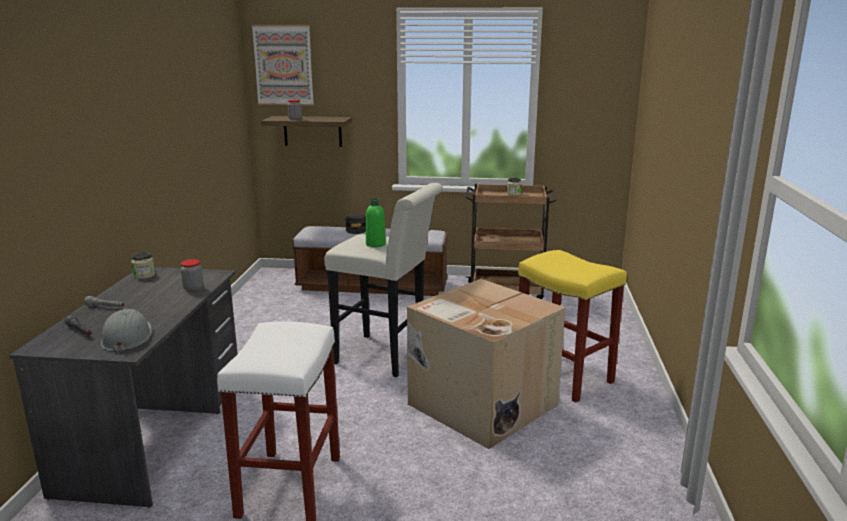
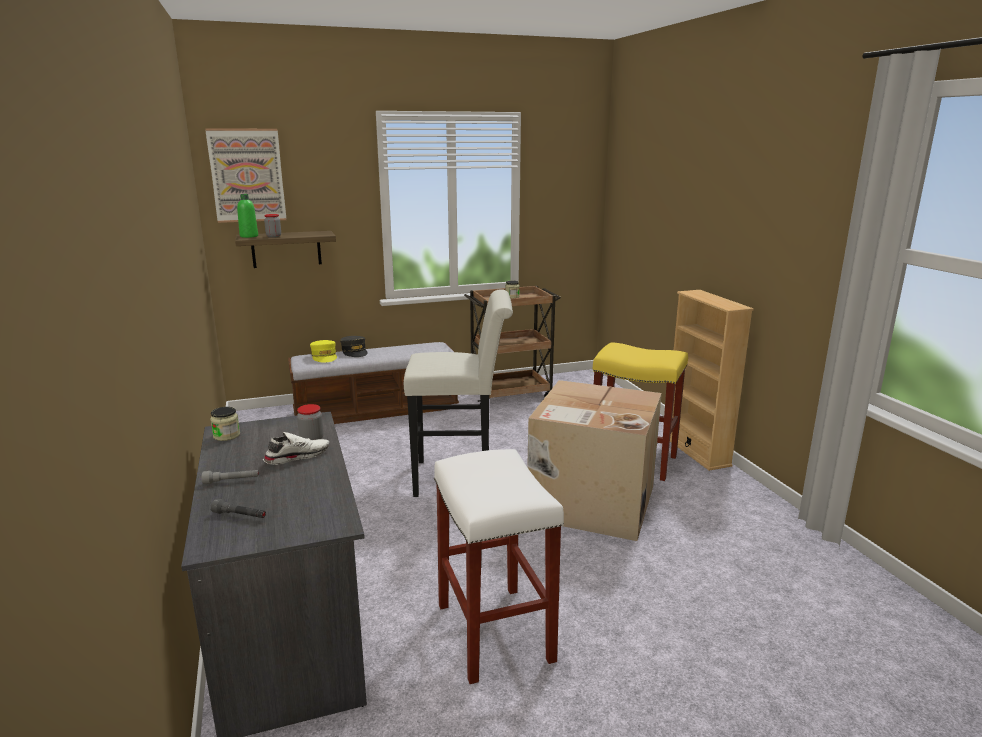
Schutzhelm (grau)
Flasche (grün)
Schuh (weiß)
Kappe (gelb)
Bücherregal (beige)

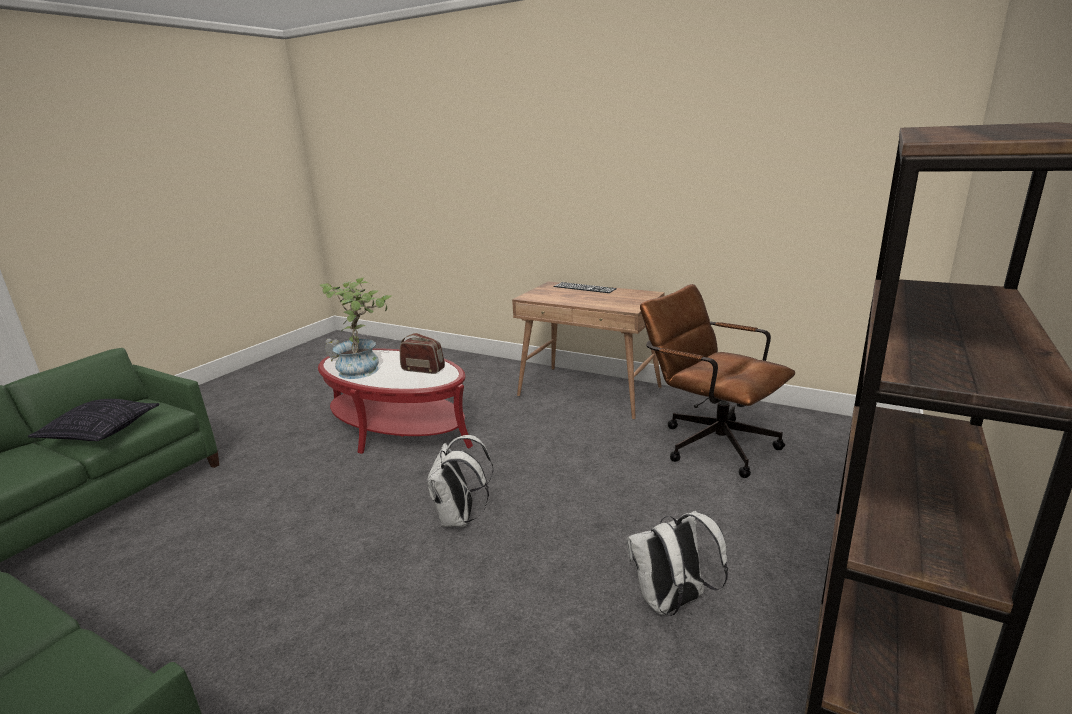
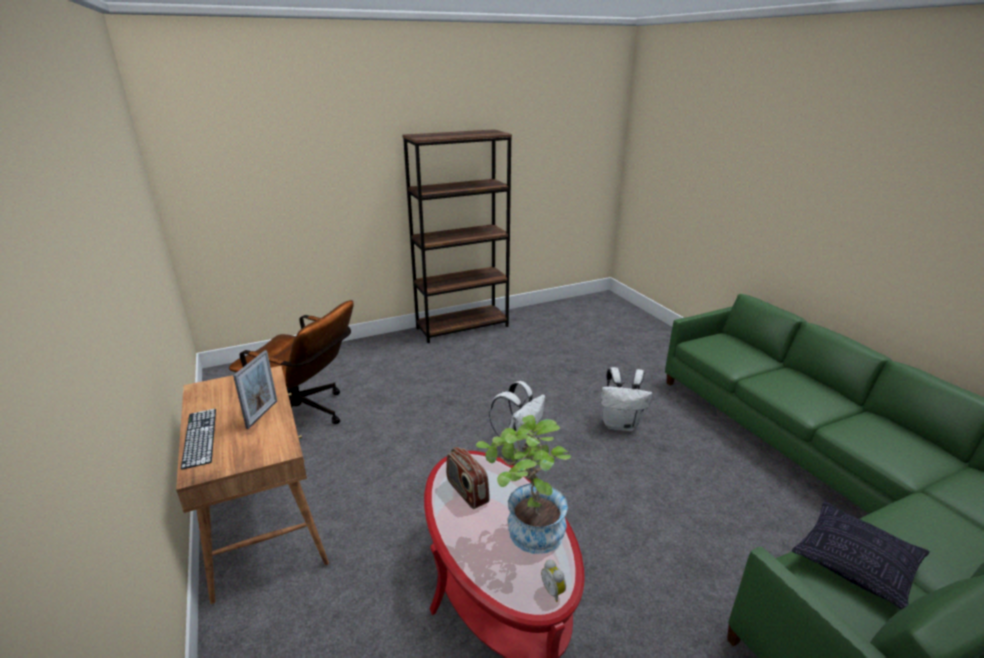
Rucksack (weiß) (no. 2 from left)
Bürostuhl (braun)
Bilderrahmen

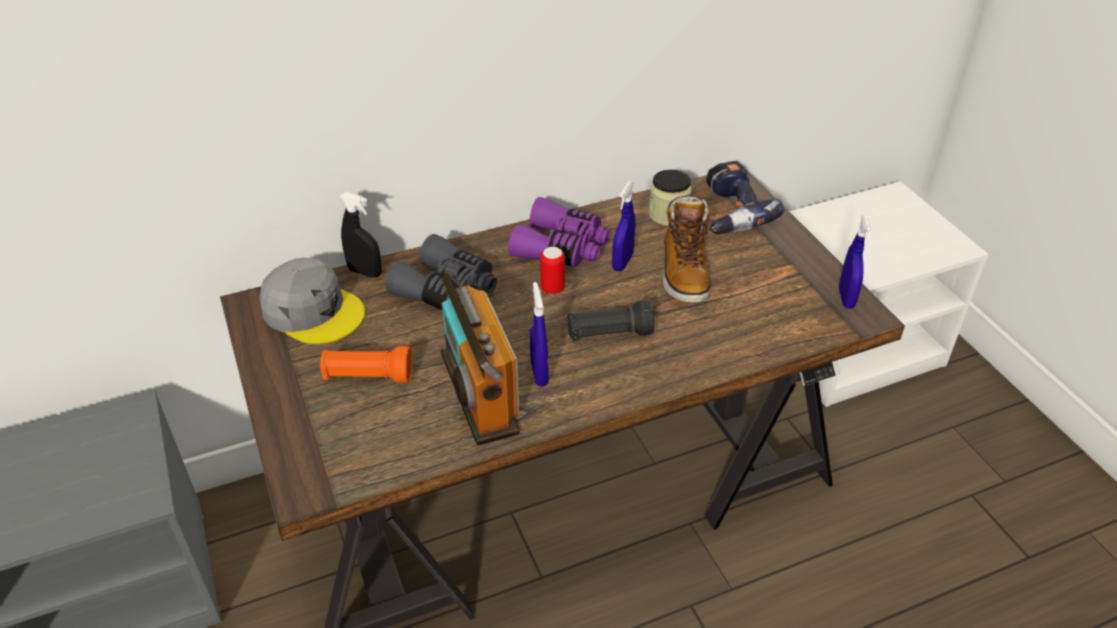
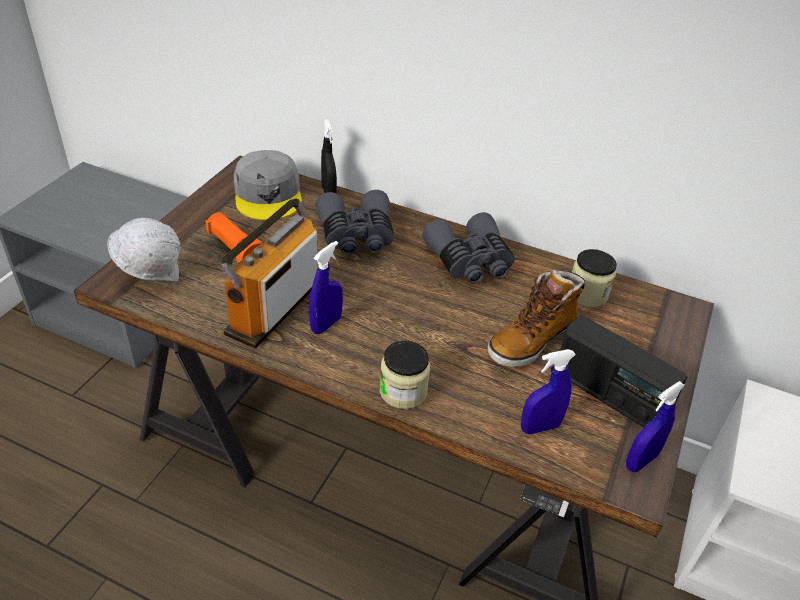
Fernglas (grau) (no. 2 from left)
Dose
Taschenlampe (schwarz)
Sprühflasche (blau) (no. 2 from left)
Bohrmaschine
Schutzhelm (weiß)
Vorratsglas (no. 1 from left)
Radio (no. 2 from left)

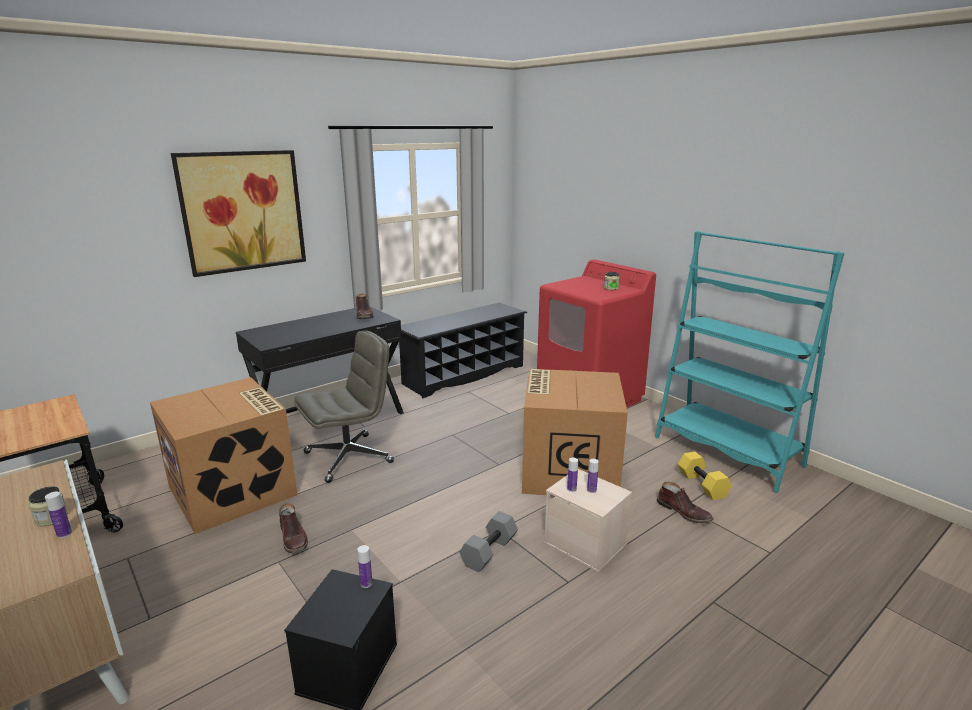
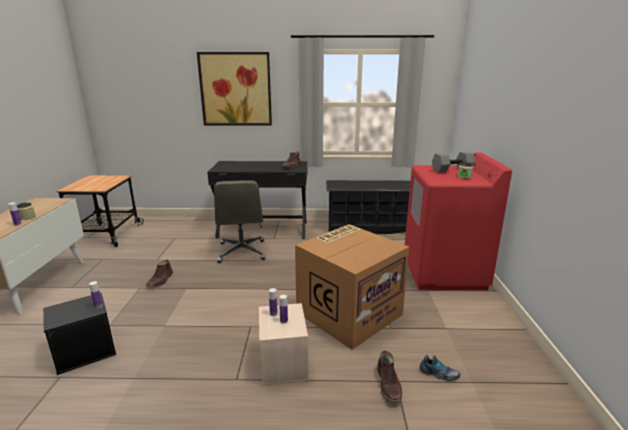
Karton (no. 1 from left in the first image)
Bürostuhl (grau)
Hantel (grau)
Bücherregal (türkis)
Schuh

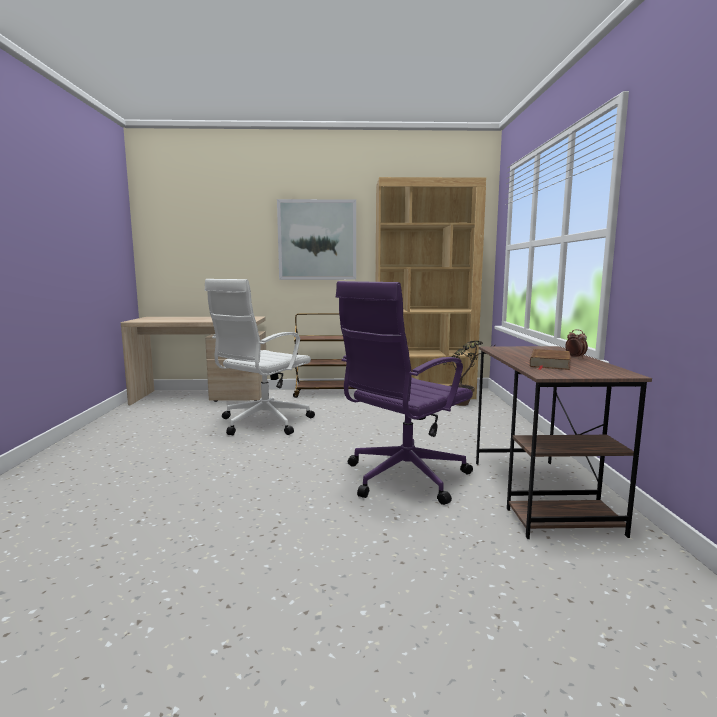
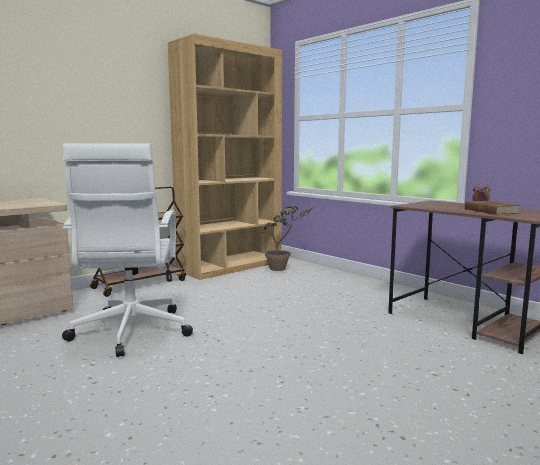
Bild
Bürostuhl (lila)

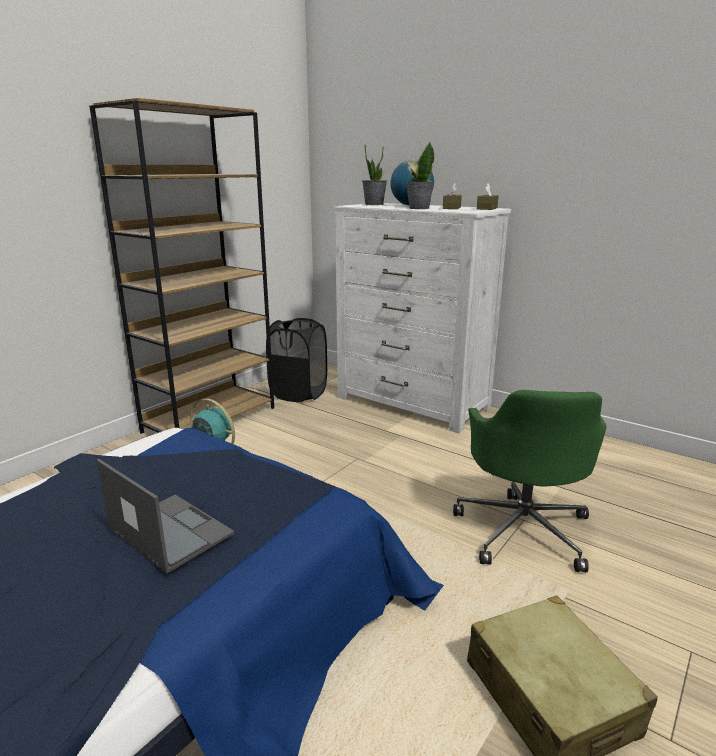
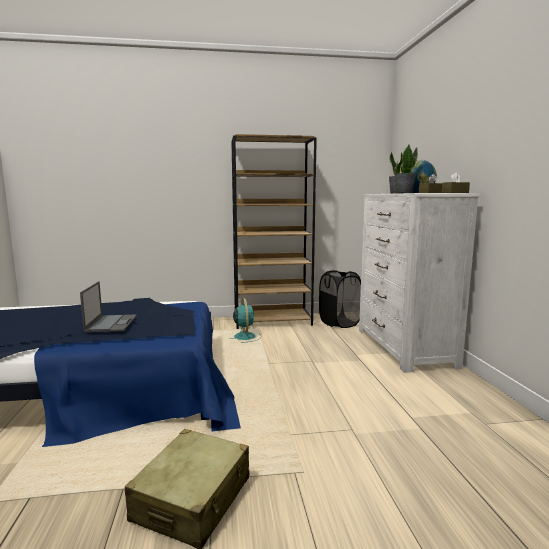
Bürostuhl (grün)

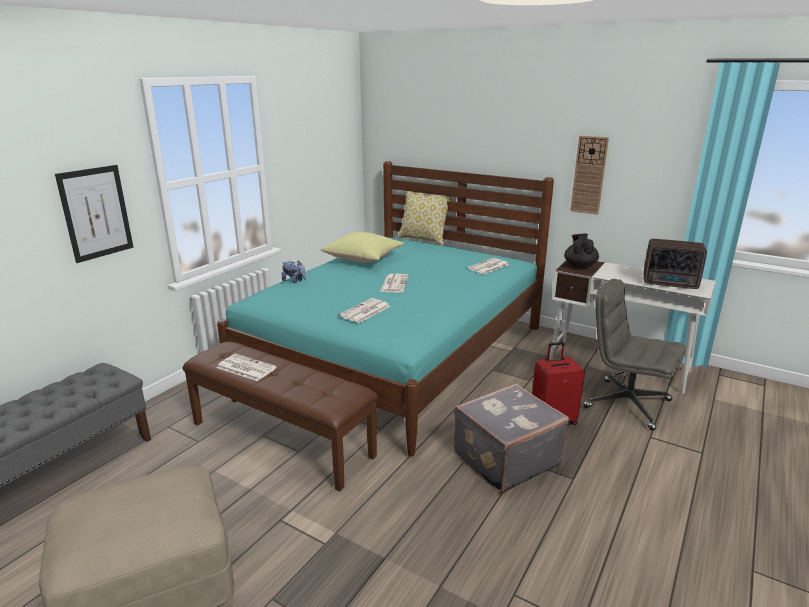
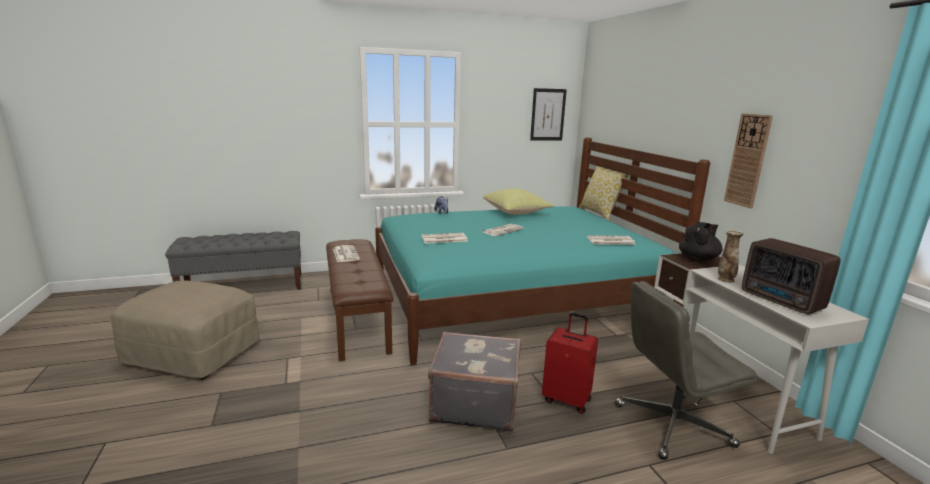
Bild
Bürostuhl (grau)
Vase

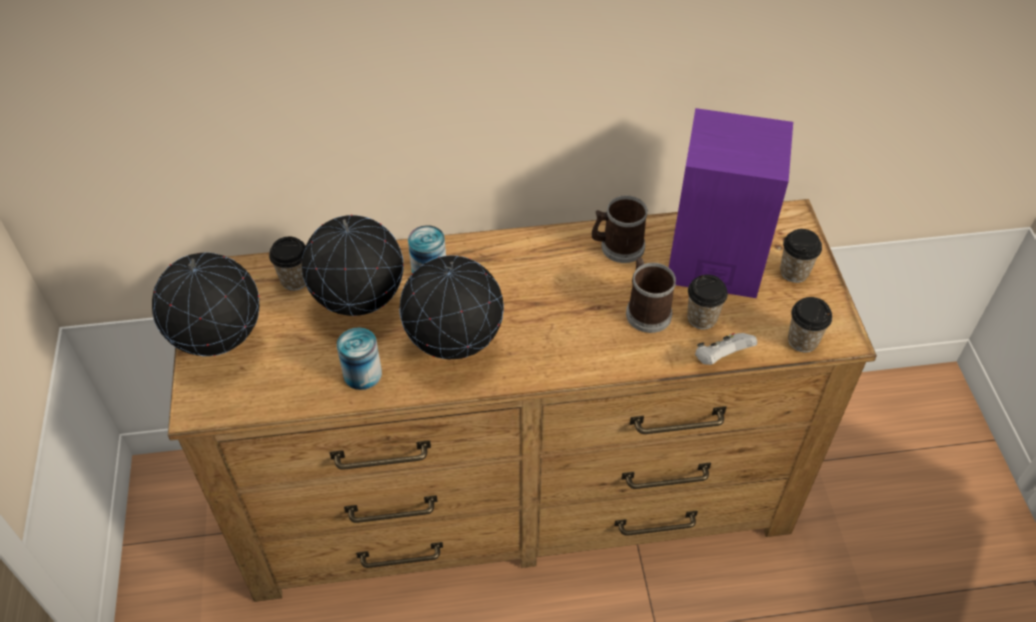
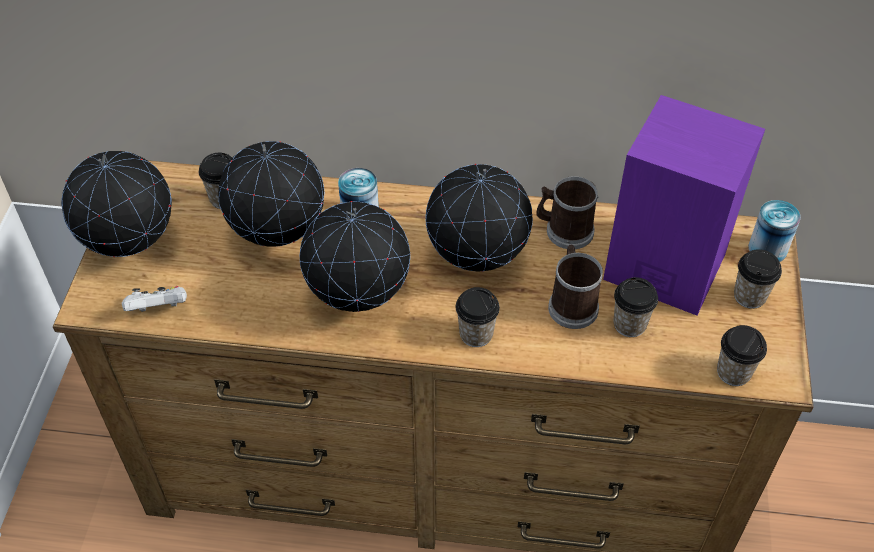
Dose (no. 2 from left)
Gamepad (weiß)
Globus (no. 4 from left)
Tasse (no. 2 from left)

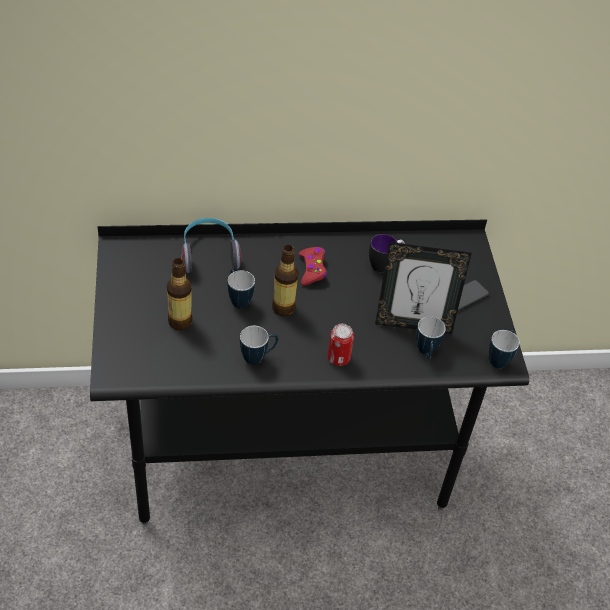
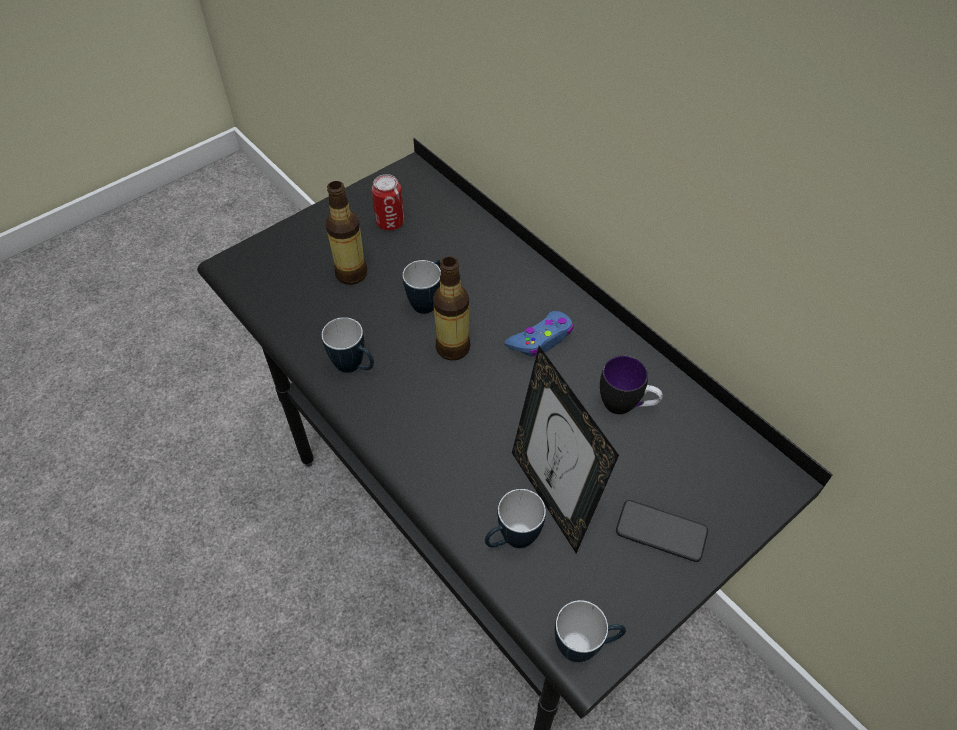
Kopfhörer
Gamepad (blau)
Dose

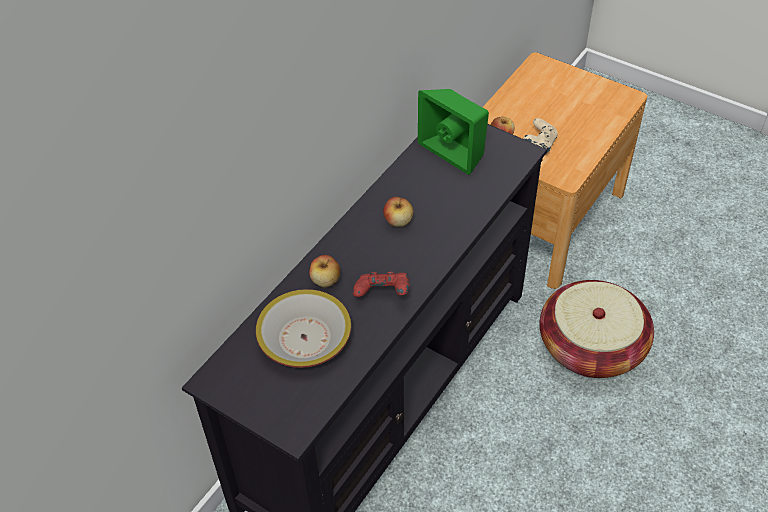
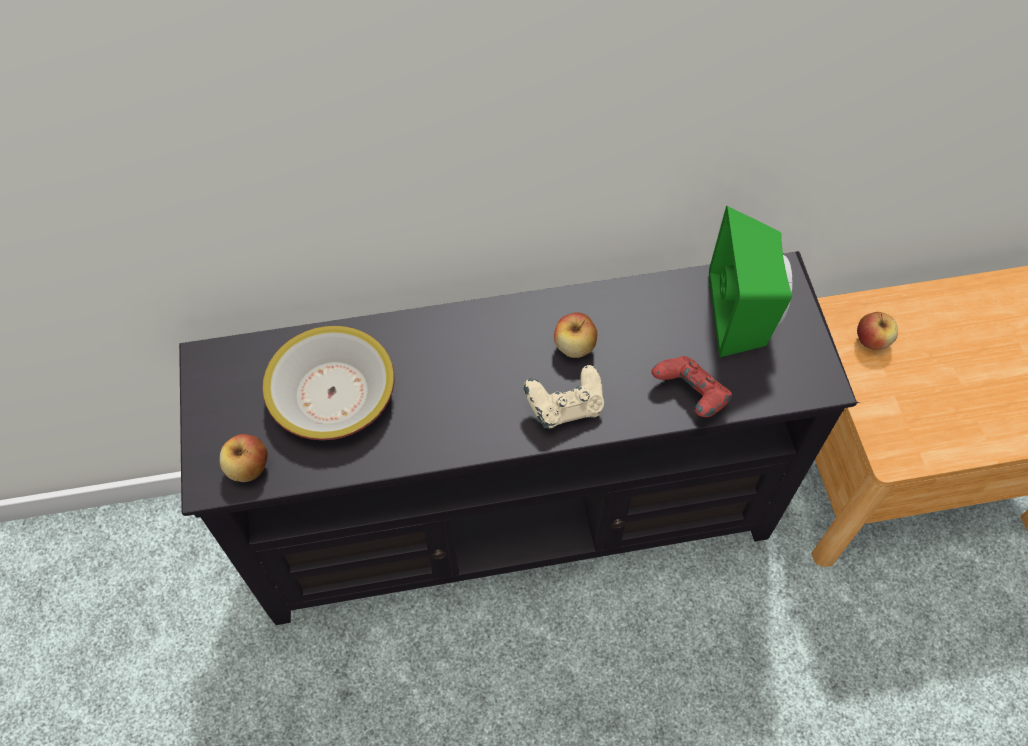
Apfel (no. 1 from left)
Gamepad (rot)
Gamepad (beige)
Korb

